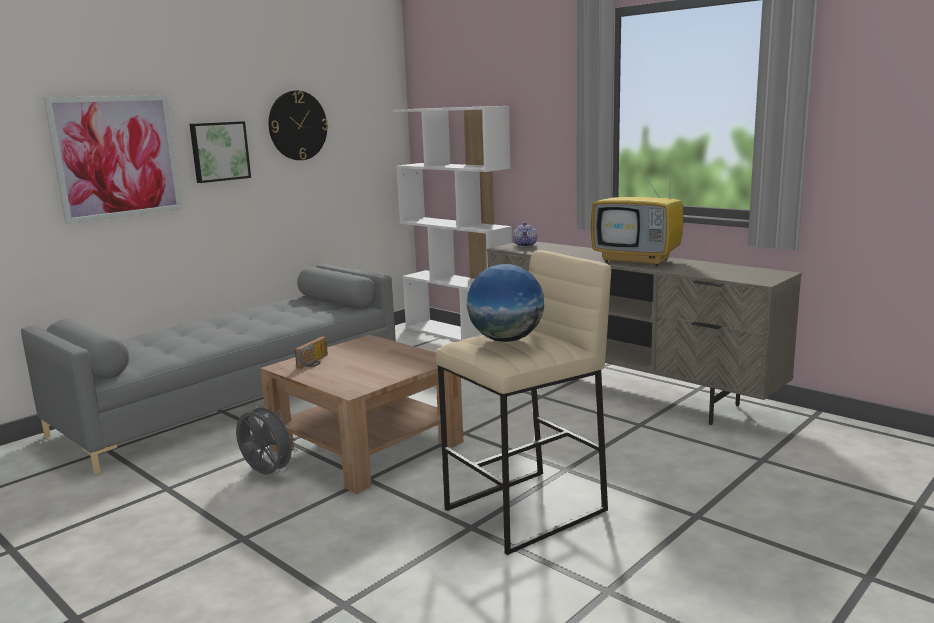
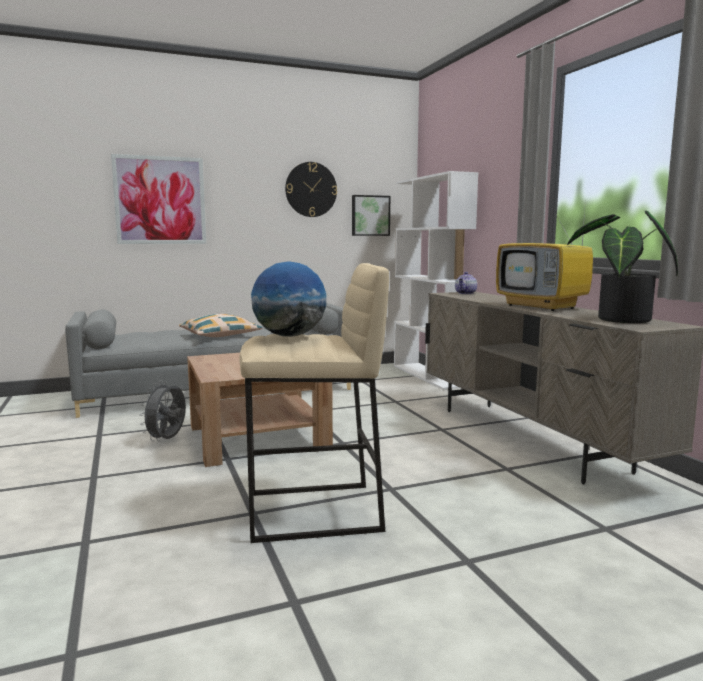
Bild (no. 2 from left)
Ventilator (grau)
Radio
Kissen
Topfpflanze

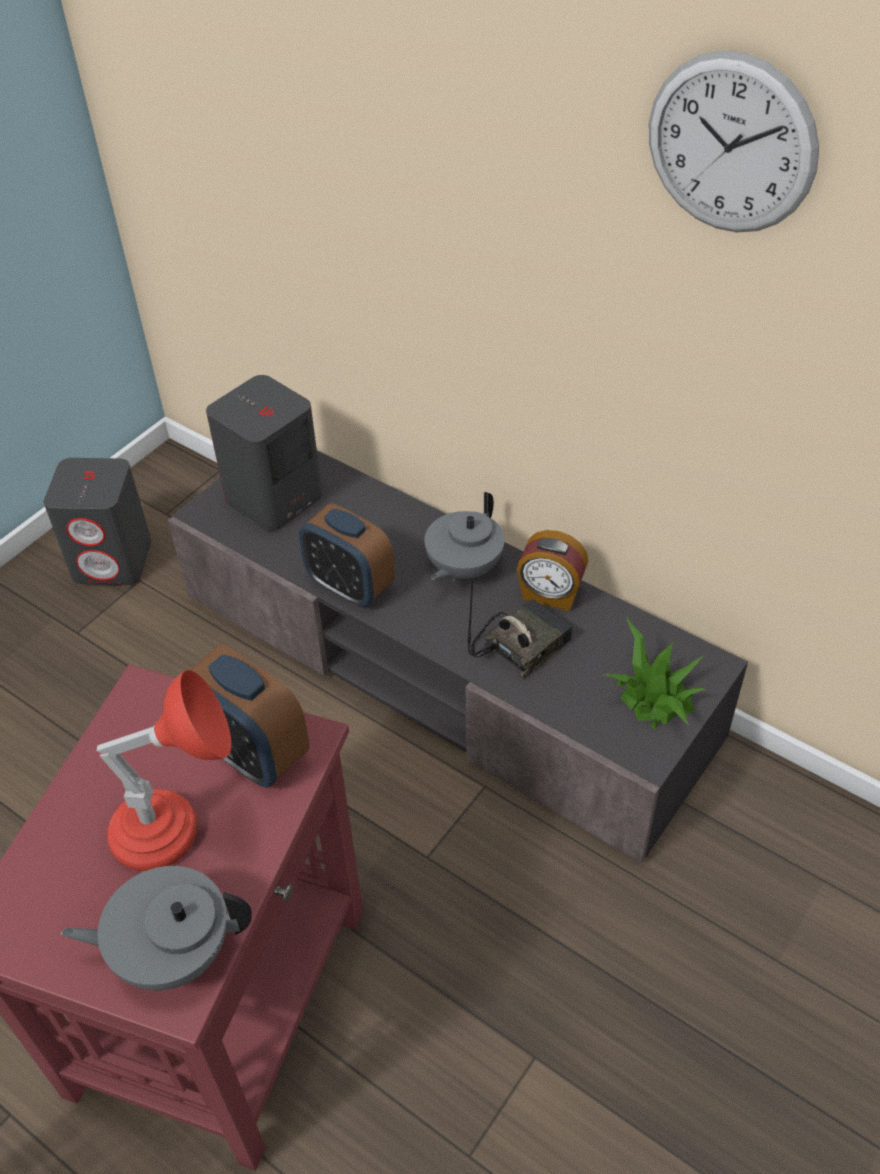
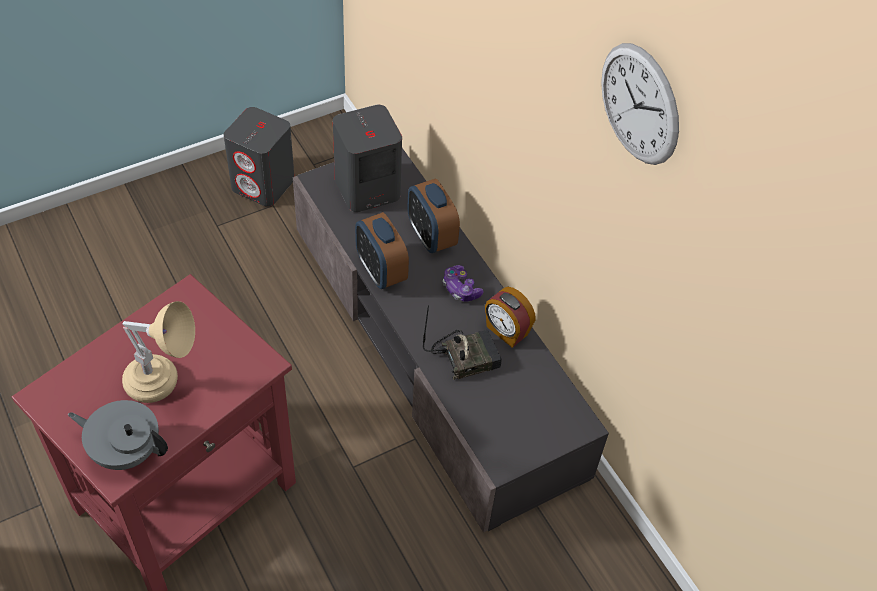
Tischlampe (beige)
Wecker (no. 2 from left)
Gamepad
Topfpflanze

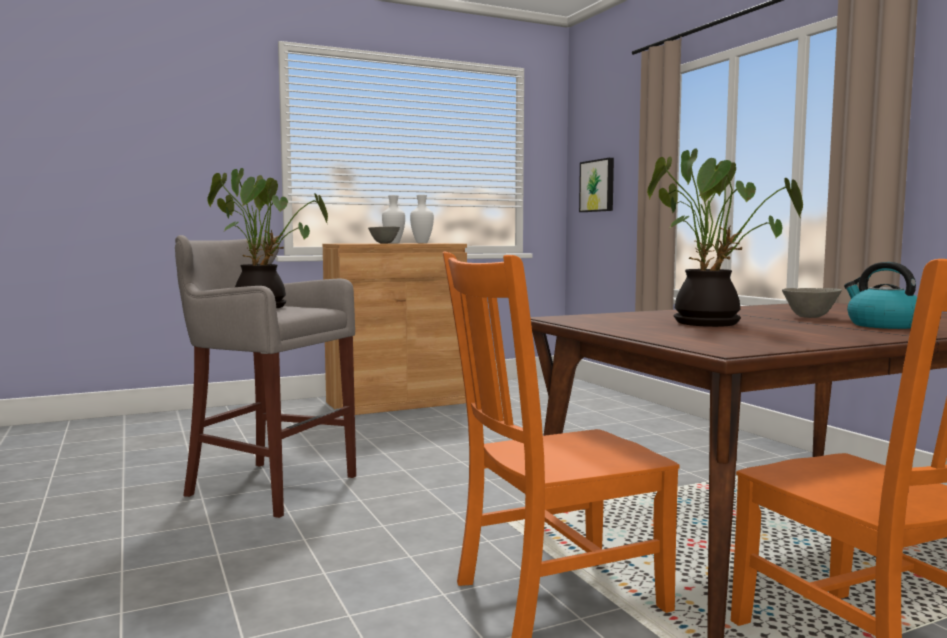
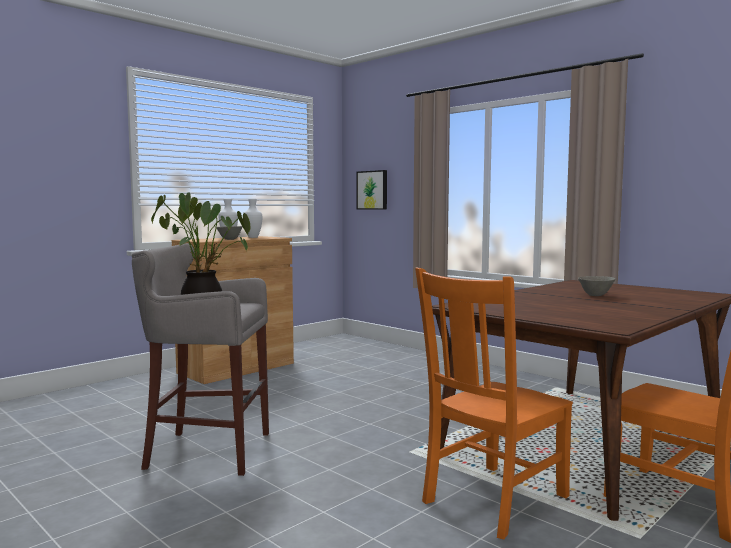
Topfpflanze (no. 2 from left in the first image)
Wasserkessel

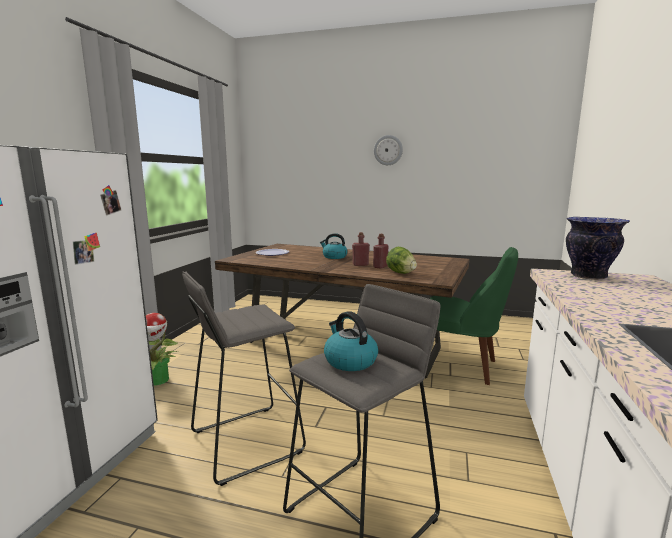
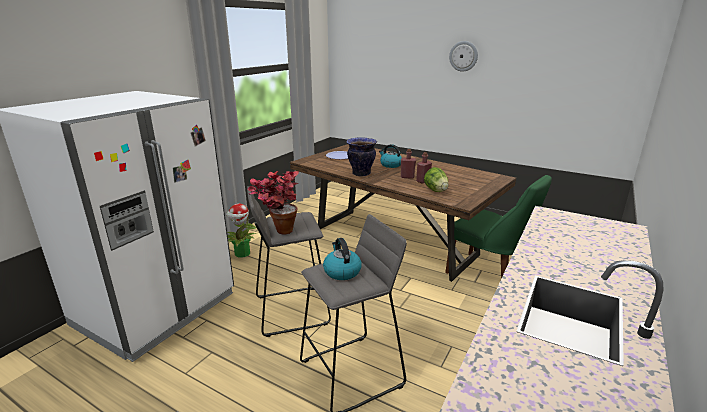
Vase
Topfpflanze (no. 2 from left)

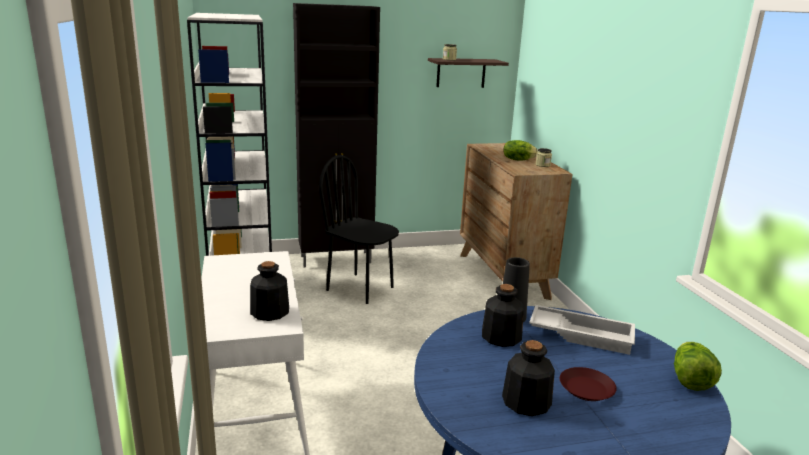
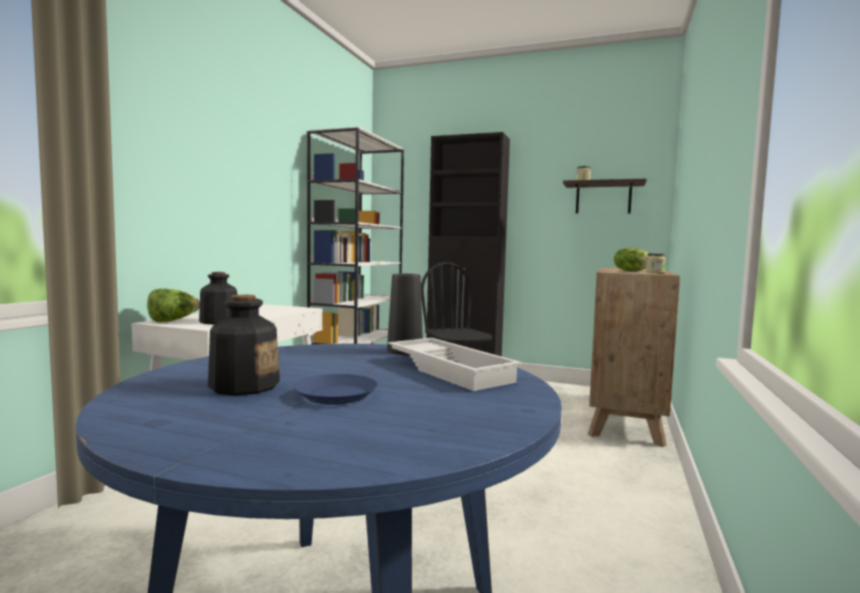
Flasche (no. 2 from left in the first image)
Teller (blau)
Salatkopf (no. 1 from left)

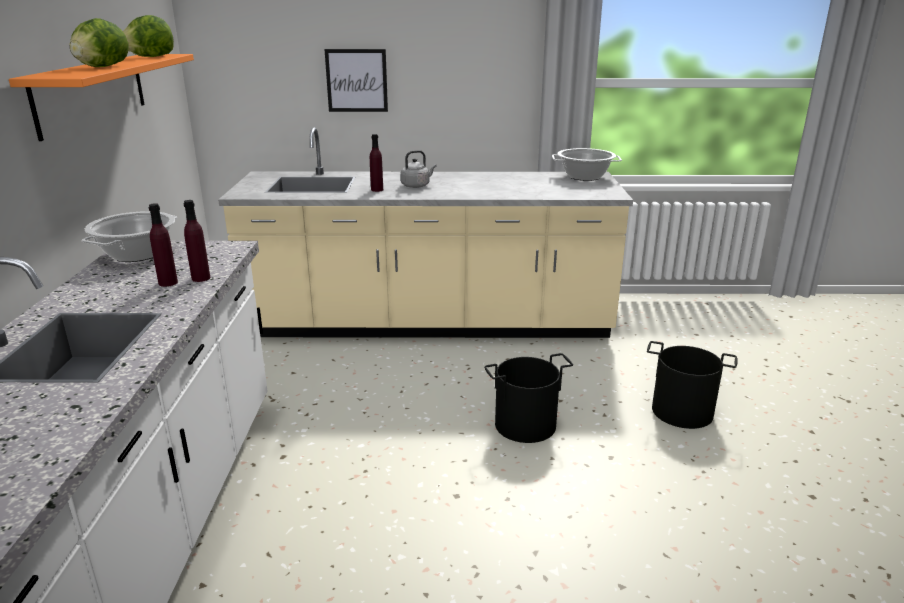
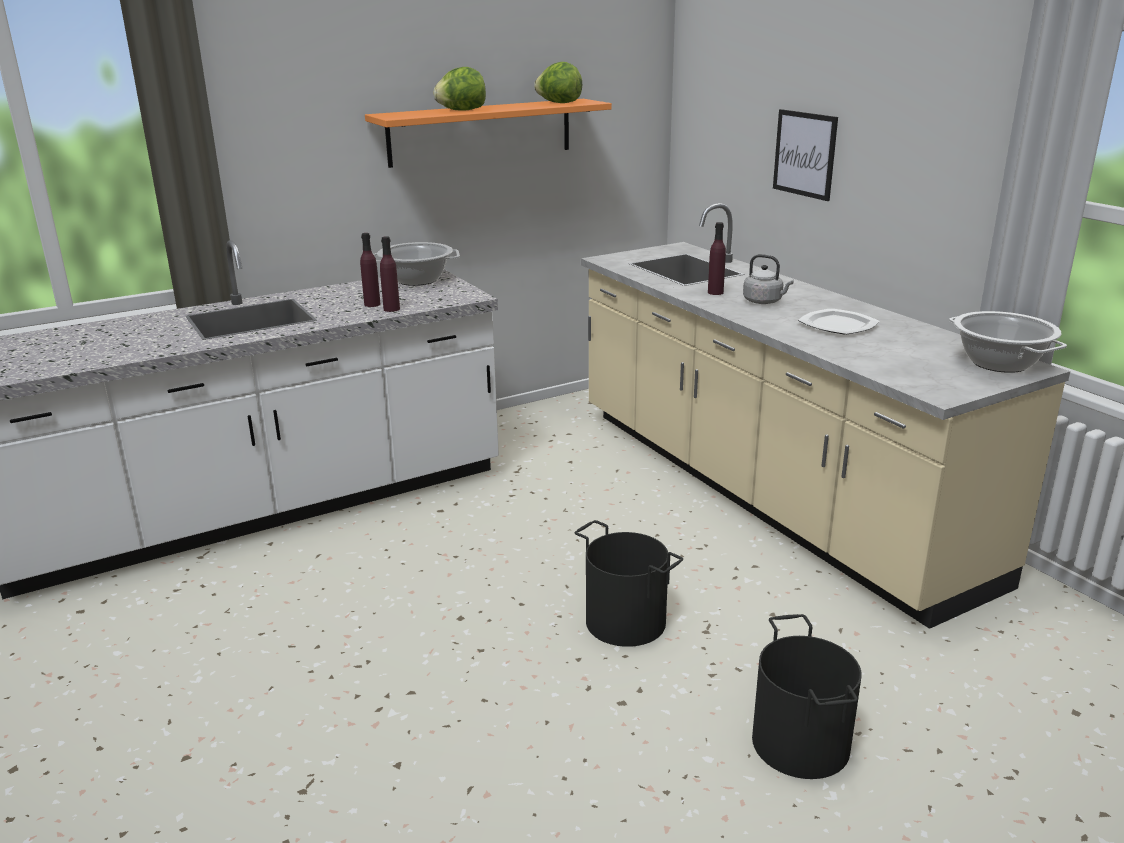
Teller

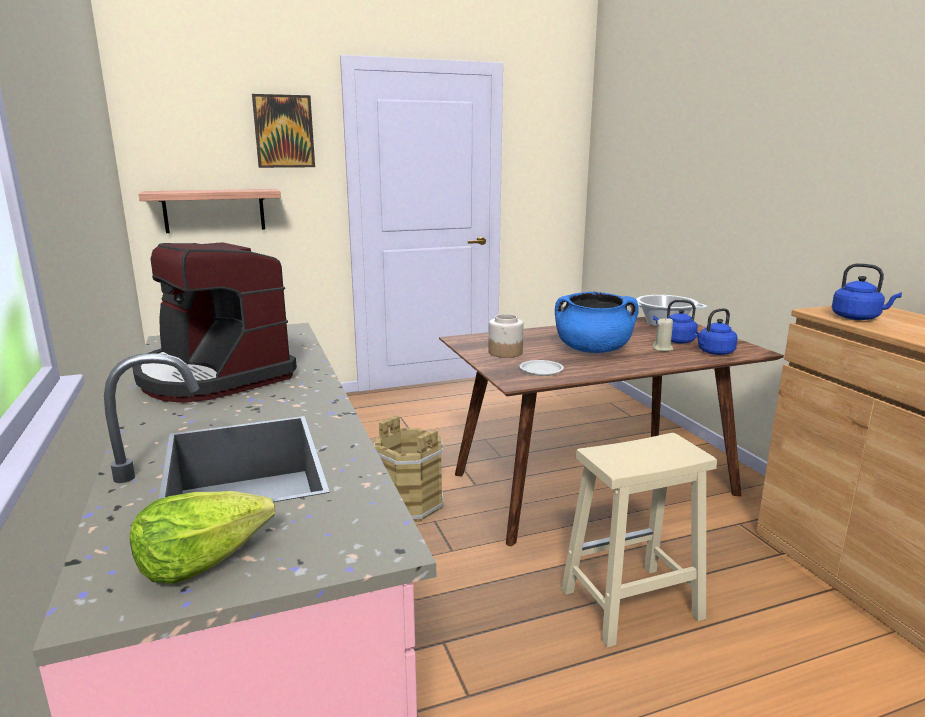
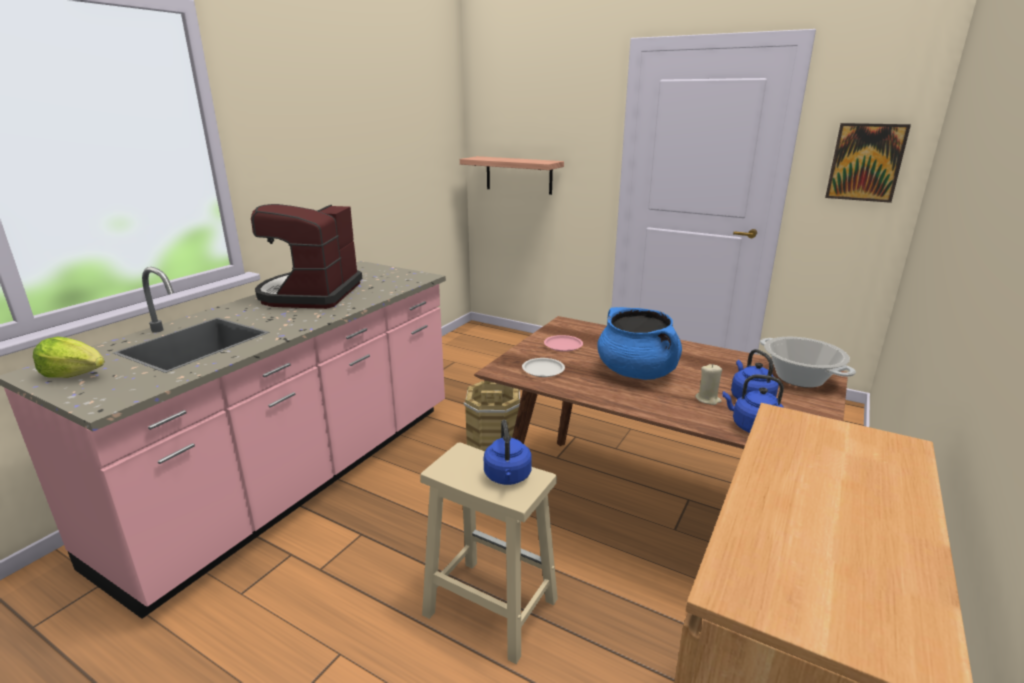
Bild
Teller (rosa)
Wasserkessel (blau) (no. 1 from left)

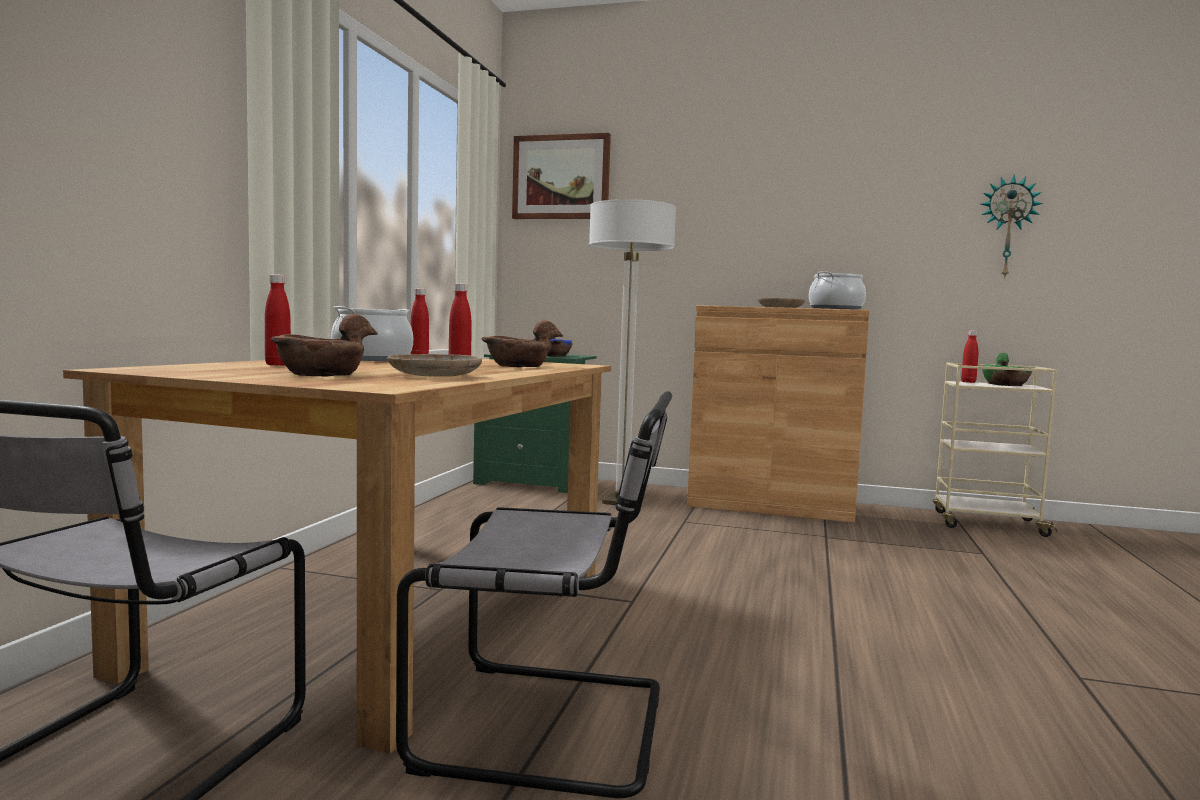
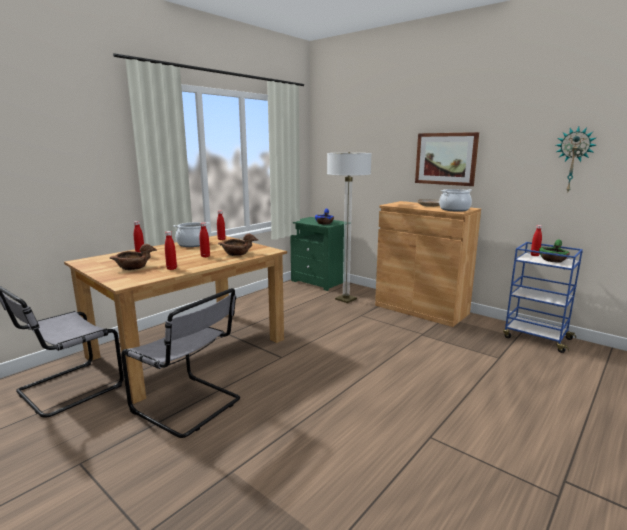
Flasche (rot) (no. 2 from left)
Bild
Rollwagen (blau)

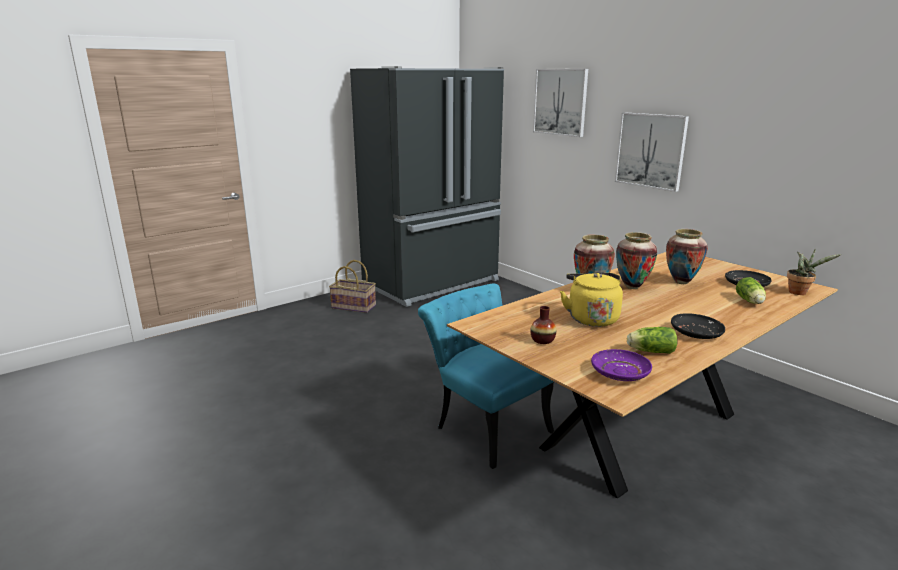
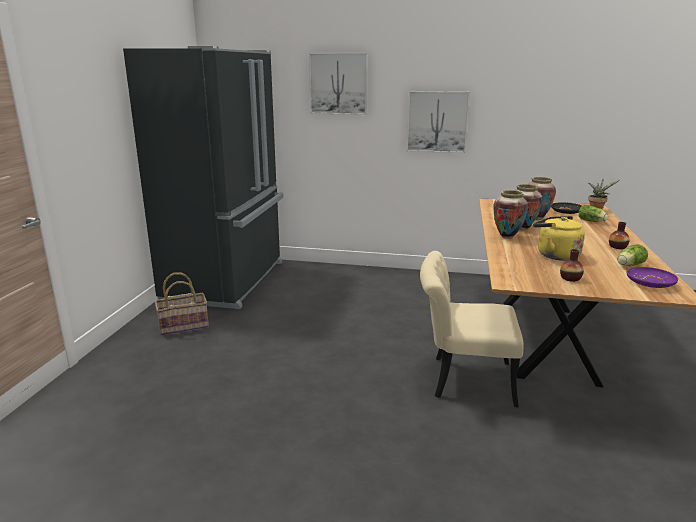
Stuhl (beige)
Vase (no. 5 from left)

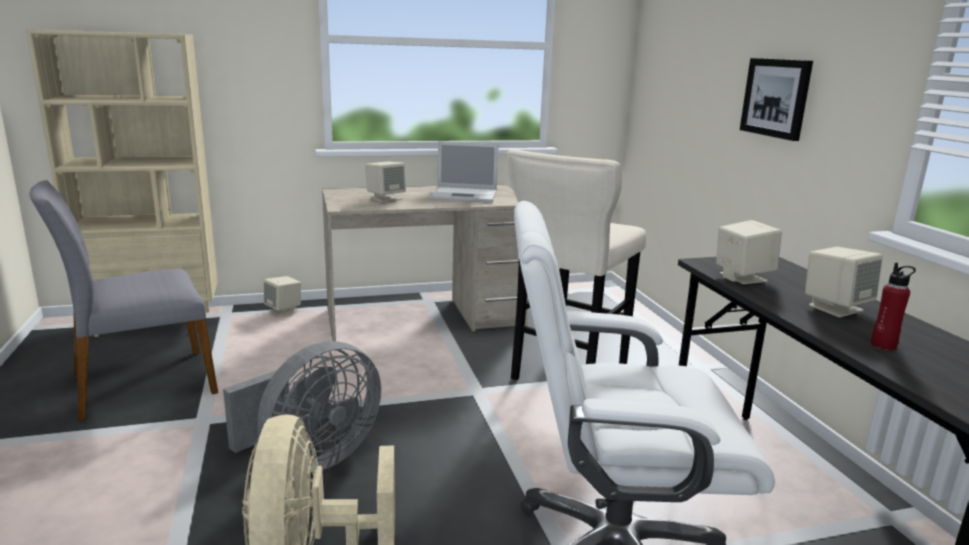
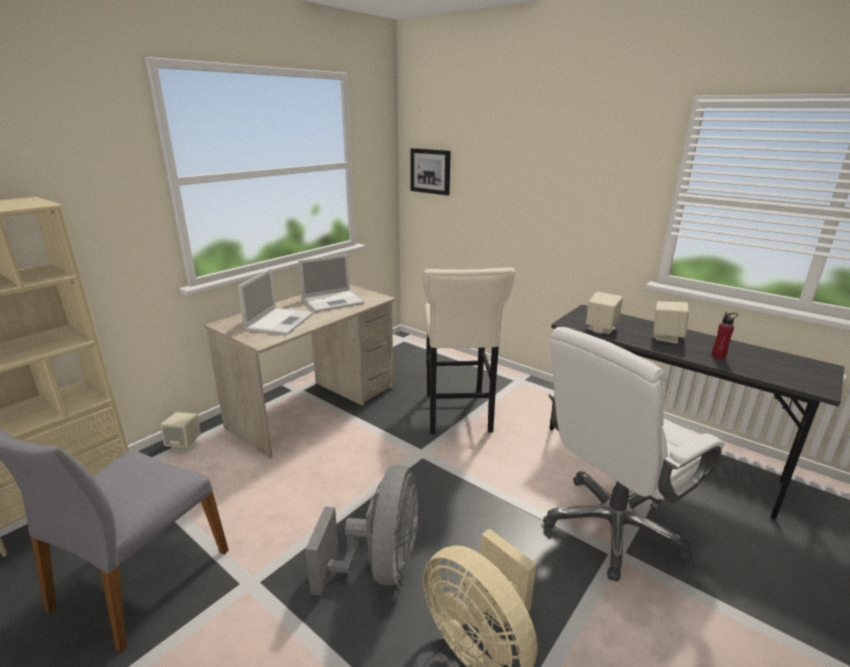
Laptop (no. 1 from left)
Bild

